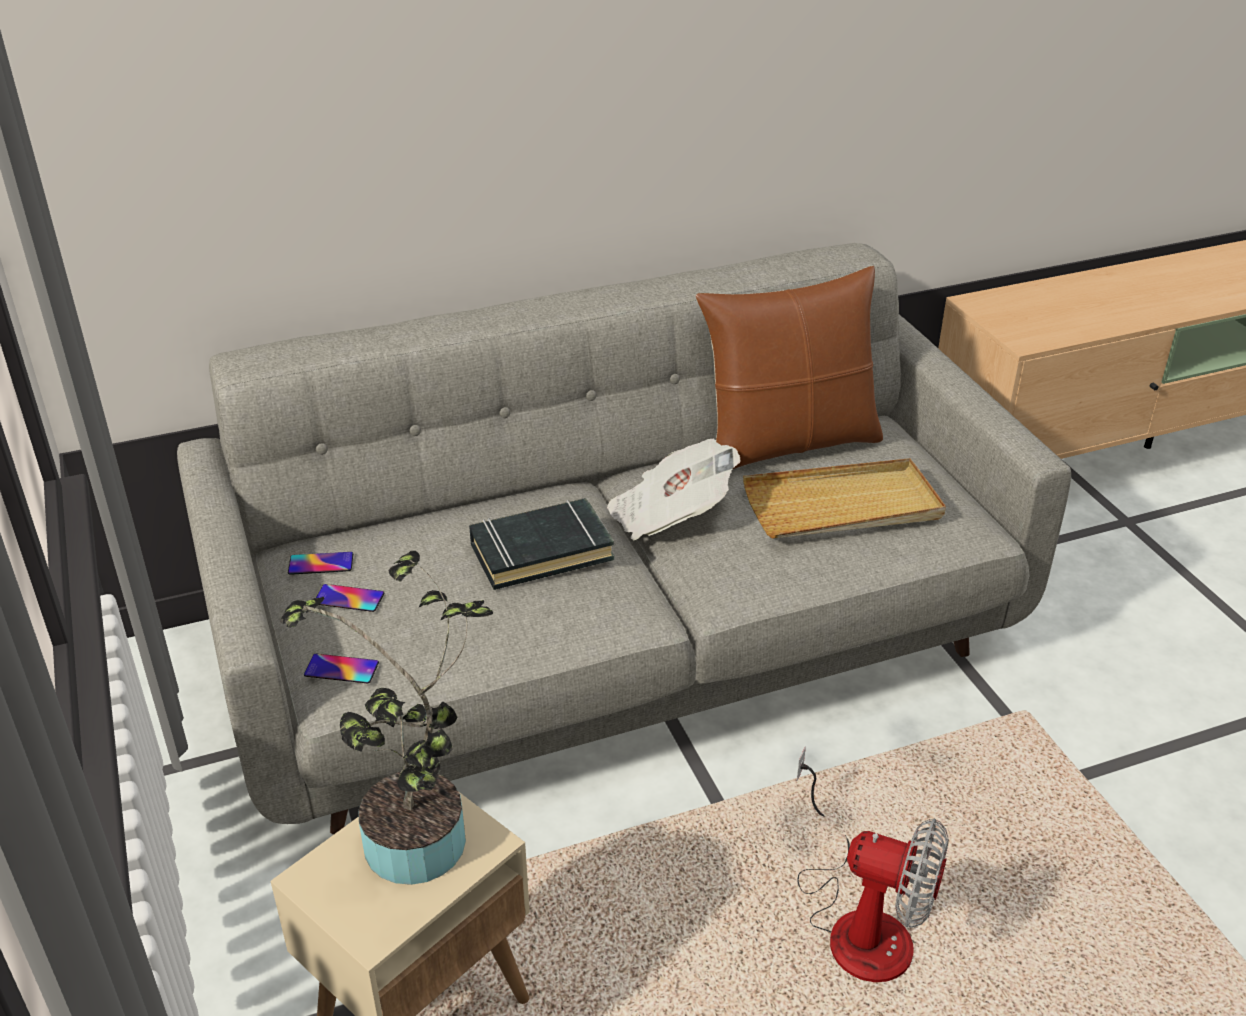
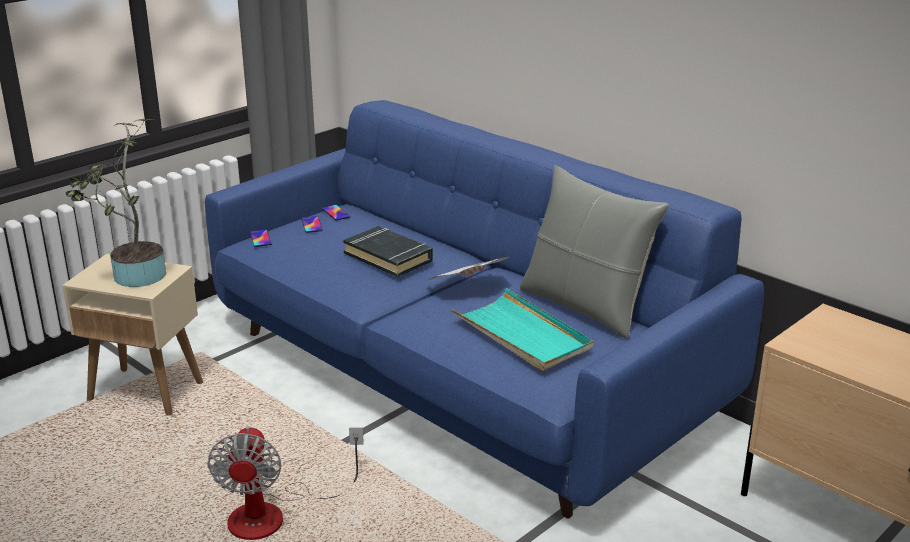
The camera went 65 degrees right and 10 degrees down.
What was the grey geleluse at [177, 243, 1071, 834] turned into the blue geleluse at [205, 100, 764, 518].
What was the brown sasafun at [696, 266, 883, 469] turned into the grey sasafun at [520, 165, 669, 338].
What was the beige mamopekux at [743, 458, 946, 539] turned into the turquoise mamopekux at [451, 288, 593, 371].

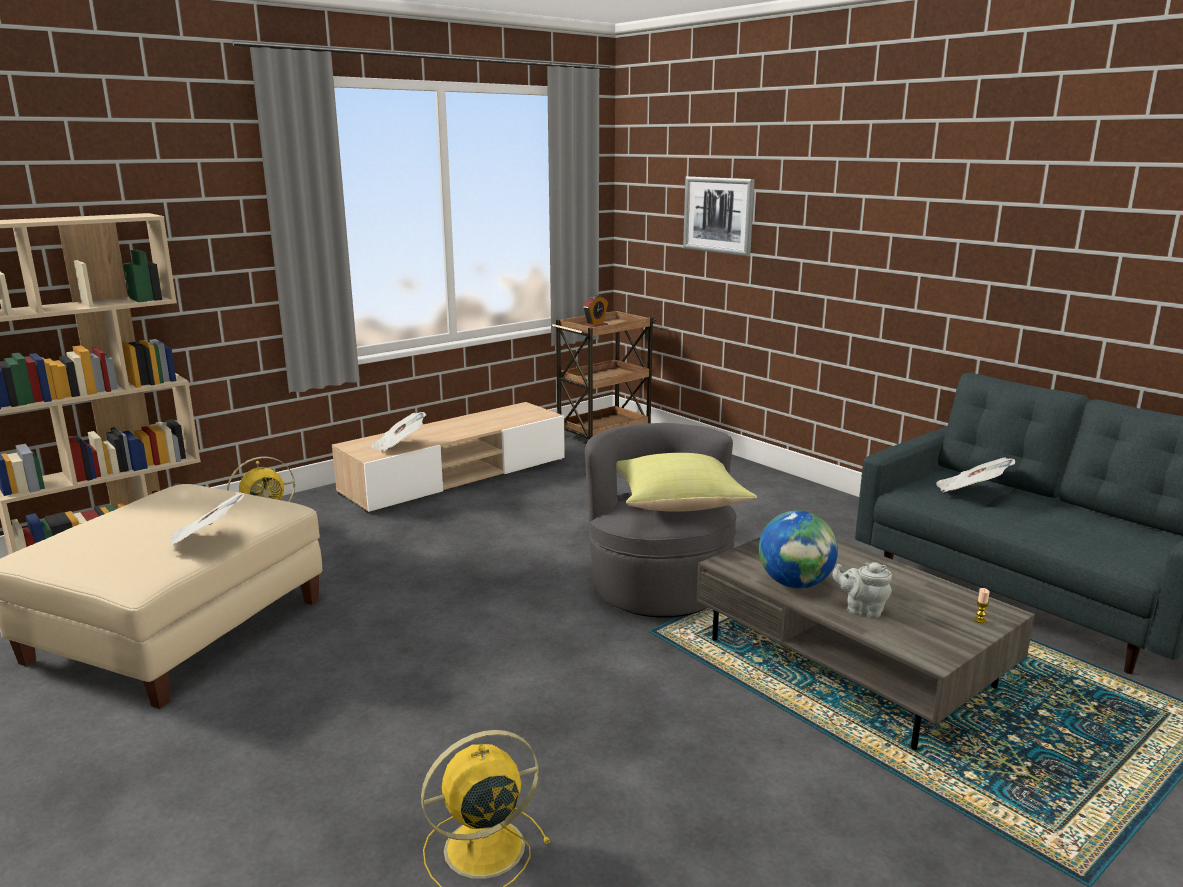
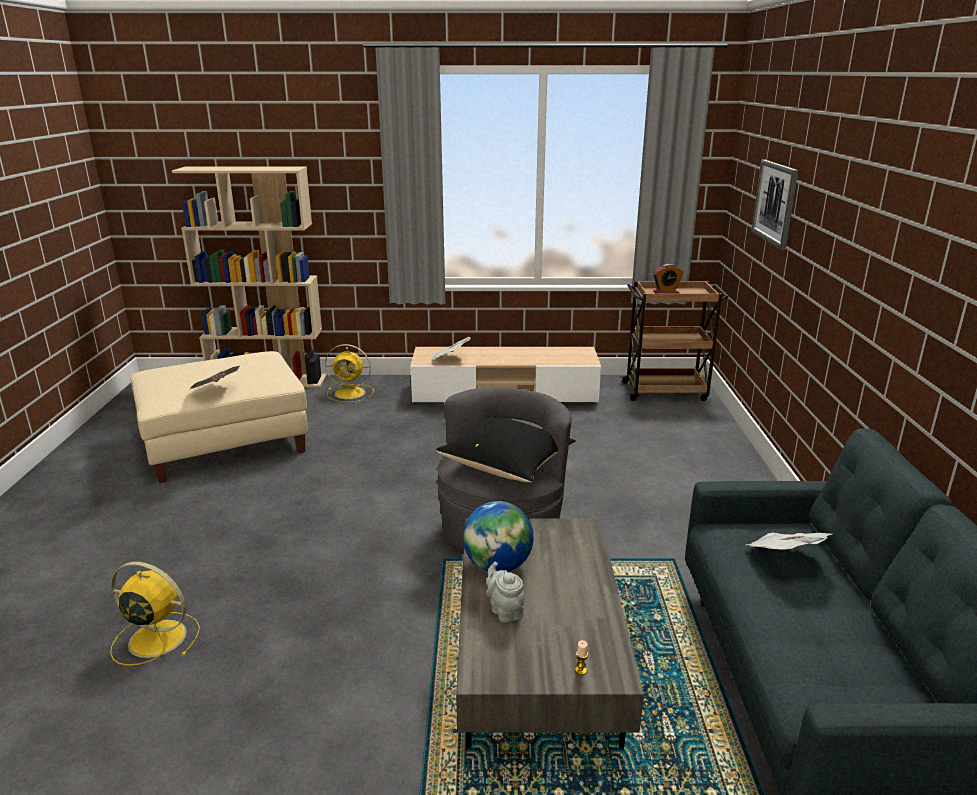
The camera went 40 degrees right and 5 degrees up.
What was the yellow sasafun at [616, 453, 757, 512] turned into the black sasafun at [436, 416, 576, 483].

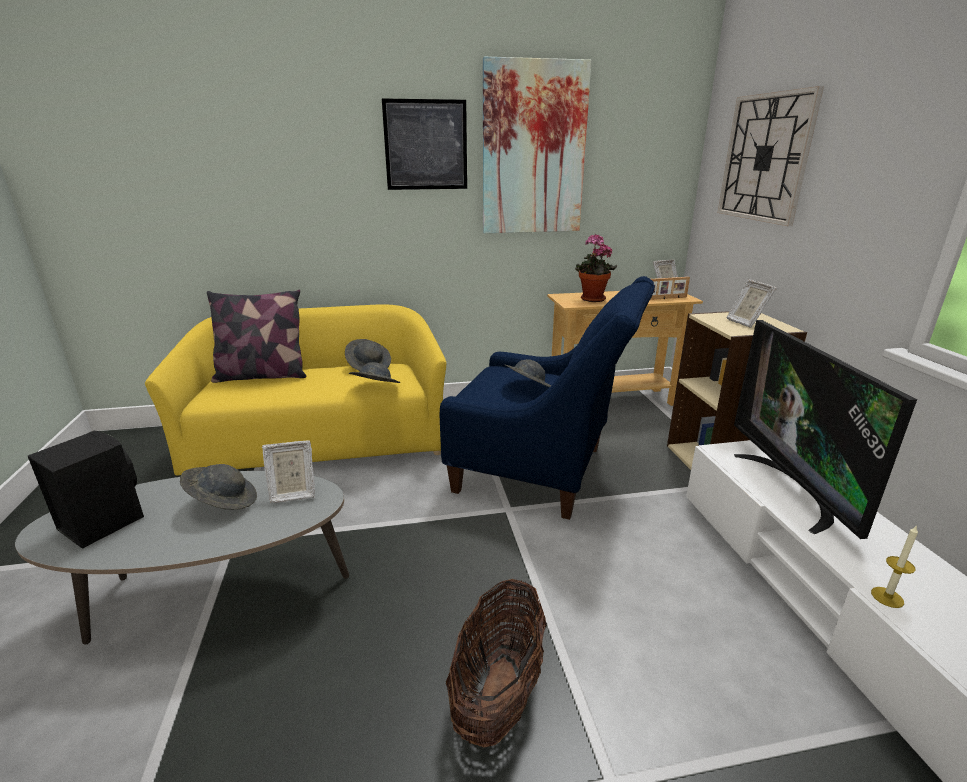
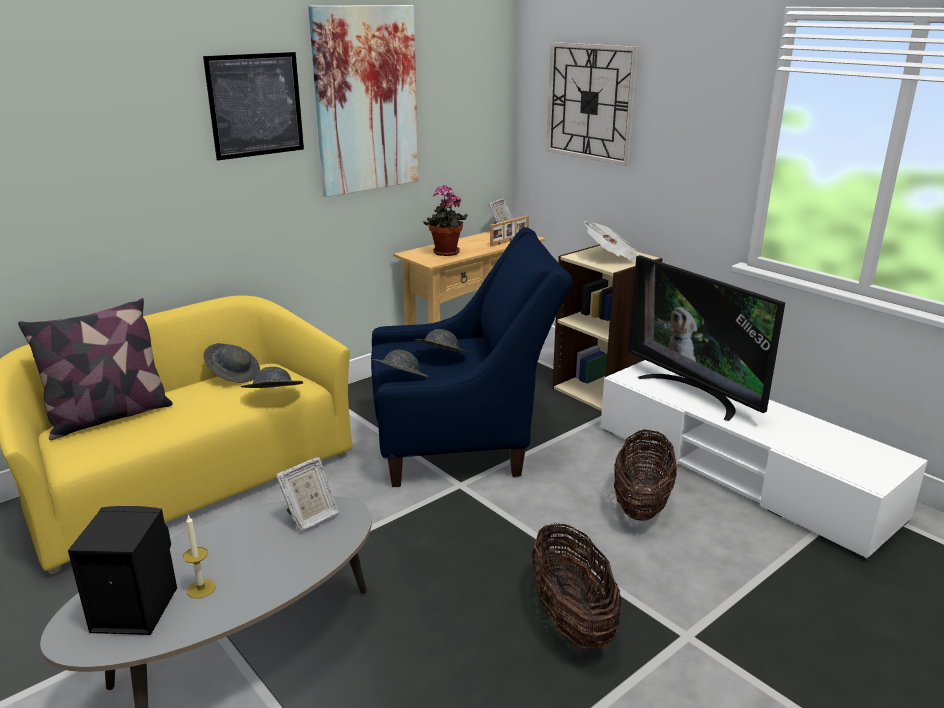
The camera went 30 degrees left and 0 degrees up.
Where the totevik stood at [726, 279, 777, 328], the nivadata came to stand at [584, 221, 637, 262].
The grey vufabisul ended up elsewhere, having gone from [180, 464, 257, 510] to [372, 350, 429, 377].
The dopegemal ended up elsewhere, having gone from [871, 525, 918, 608] to [183, 515, 216, 598].
The second view gained the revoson at [614, 429, 677, 521].

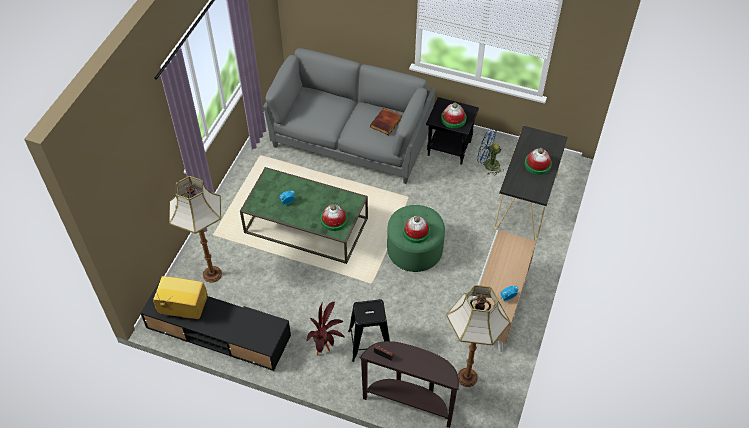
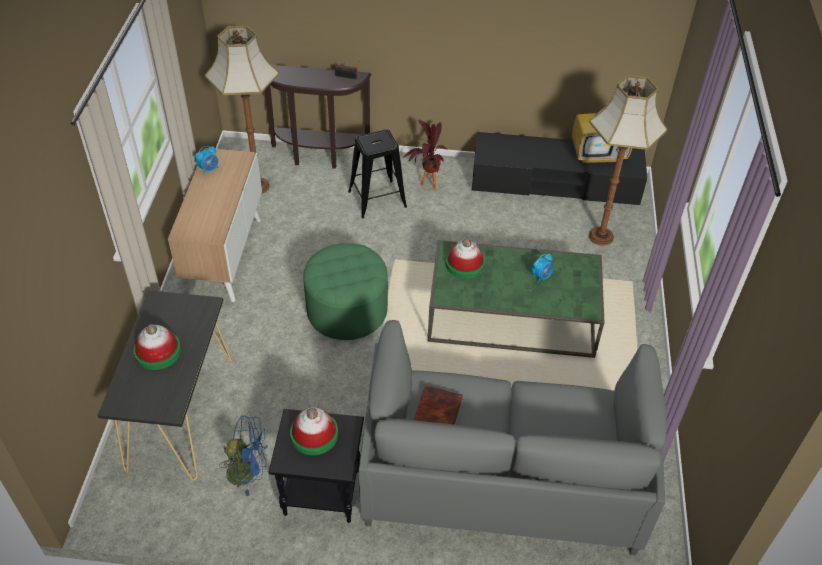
The camera went 165 degrees right and 5 degrees down.
The second view lost the vufabisul at [403, 216, 430, 243].

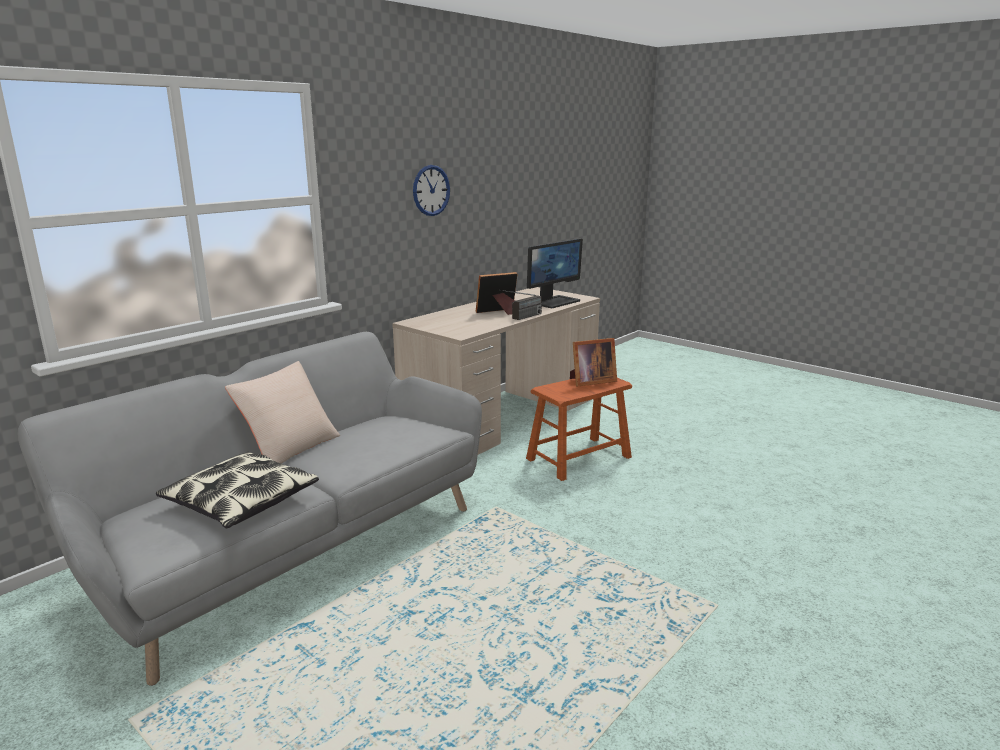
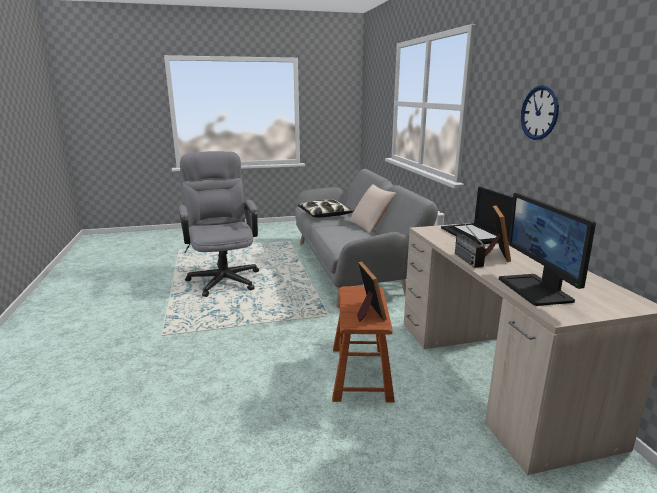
The camera went 125 degrees right and 0 degrees up.
The totevik at [570, 338, 617, 386] ended up facing another way, 150 degrees clockwise from before.
The second view gained the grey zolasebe at [179, 151, 259, 297].
The second view gained the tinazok at [441, 187, 513, 245].

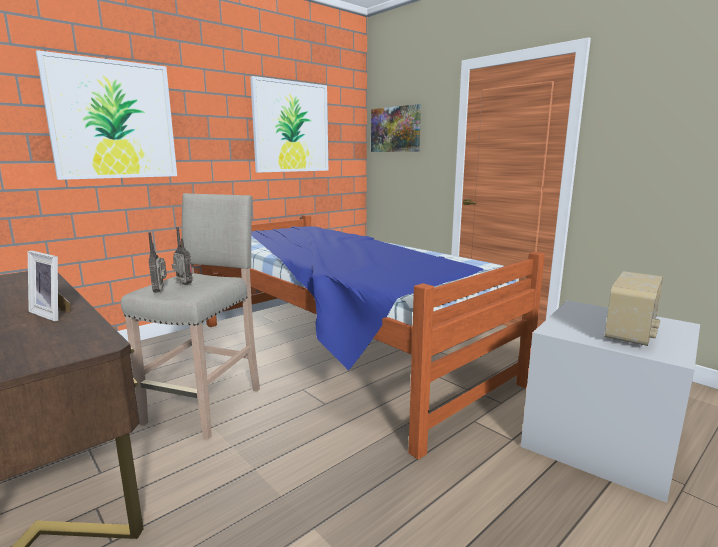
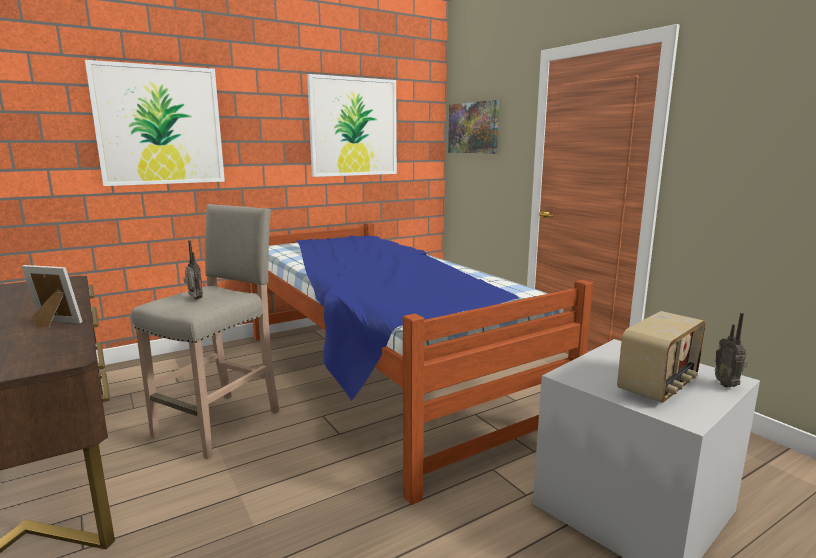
The camera went 10 degrees right and 0 degrees up.
The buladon ended up elsewhere, having gone from [148, 232, 167, 293] to [715, 313, 748, 387].
The totevik at [28, 251, 71, 321] ended up facing another way, 150 degrees clockwise from before.

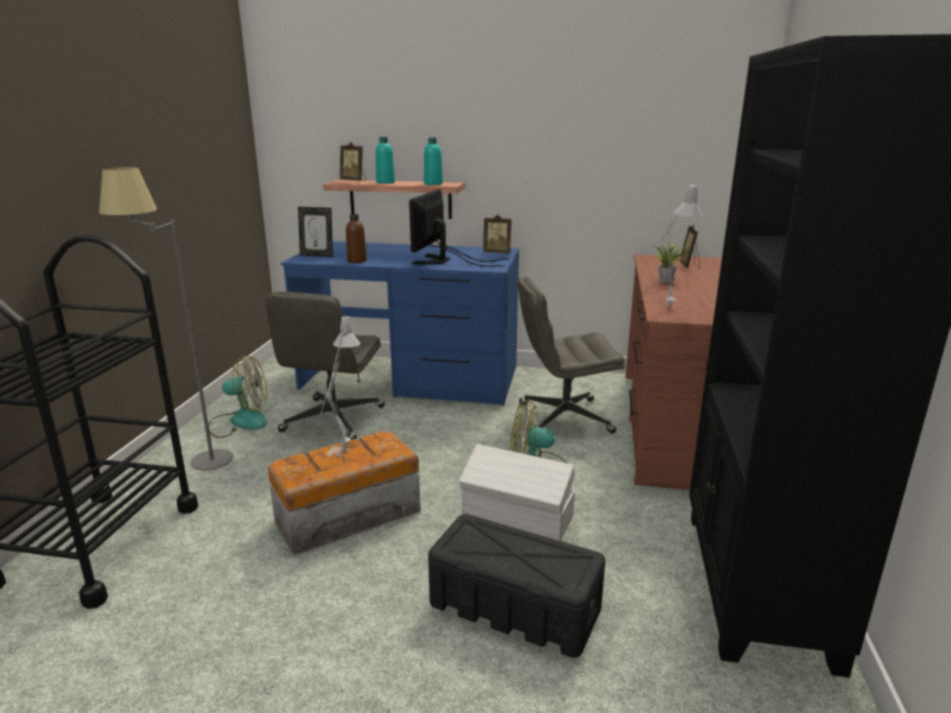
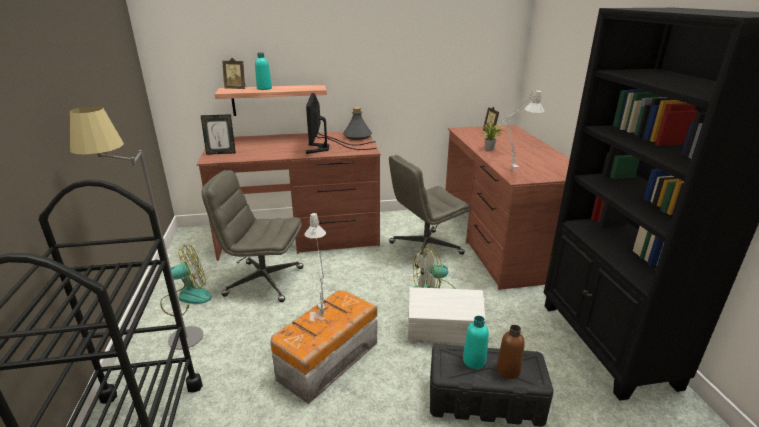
The camera went 20 degrees left and 5 degrees up.
The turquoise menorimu ended up elsewhere, having gone from [424, 138, 443, 185] to [463, 316, 489, 369].
The brown menorimu ended up elsewhere, having gone from [346, 214, 367, 263] to [497, 325, 525, 379].
Where the totevik stood at [483, 214, 511, 253], the grey menorimu came to stand at [343, 107, 372, 140].
What was the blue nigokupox at [281, 241, 519, 406] turned into the brown nigokupox at [197, 131, 381, 261].
The grey zolasebe at [265, 291, 385, 440] ended up facing another way, 105 degrees clockwise from before.

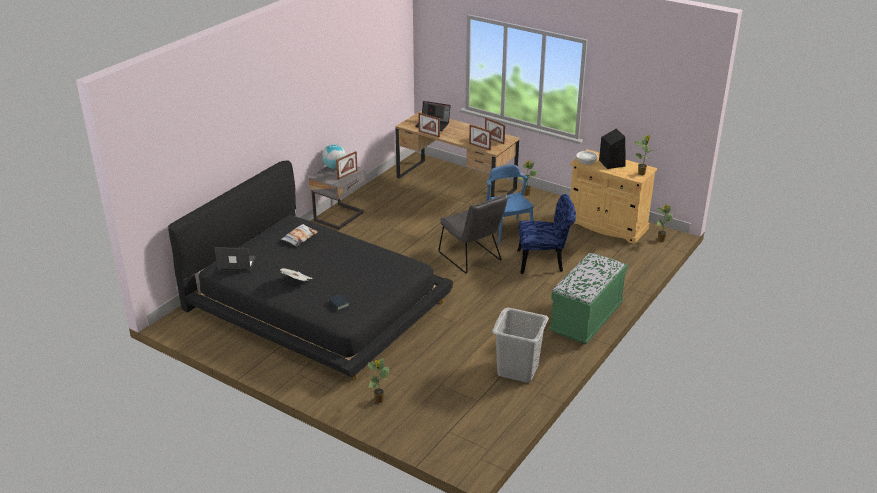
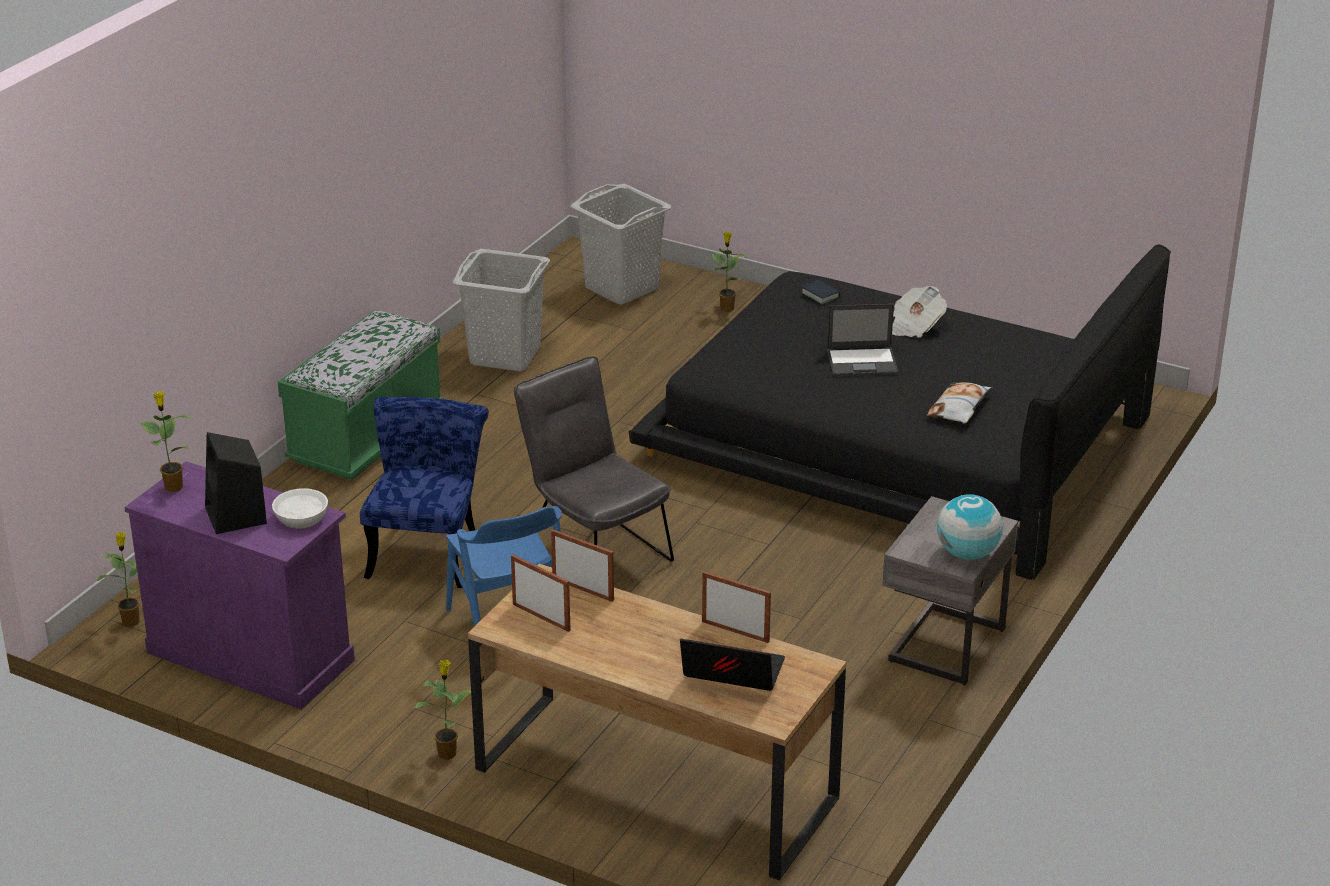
The camera went 175 degrees right and 0 degrees up.
What was the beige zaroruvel at [570, 149, 657, 244] turned into the purple zaroruvel at [124, 461, 355, 710].
The second view lost the totevik at [336, 151, 358, 180].
The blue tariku at [517, 194, 576, 274] ended up facing another way, 105 degrees clockwise from before.
The tinazok ended up elsewhere, having gone from [215, 247, 256, 271] to [827, 304, 898, 377].
The second view gained the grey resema at [571, 184, 671, 305].

